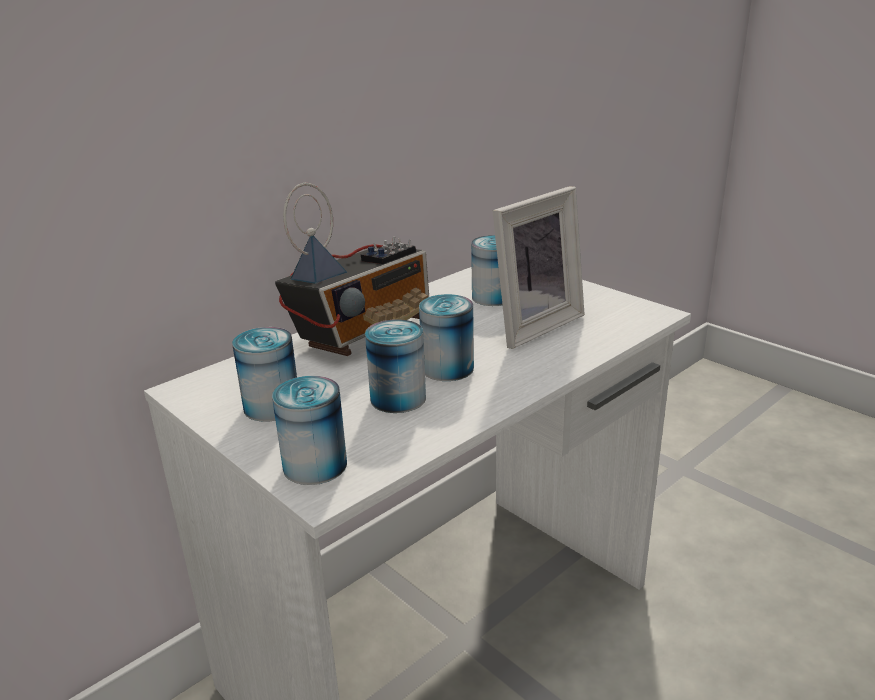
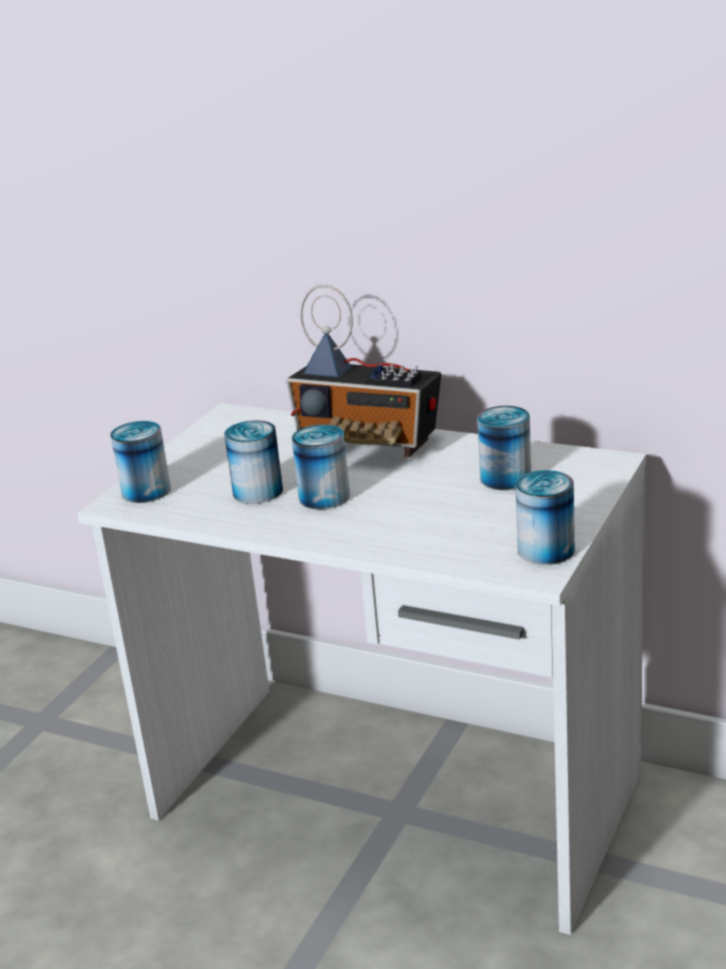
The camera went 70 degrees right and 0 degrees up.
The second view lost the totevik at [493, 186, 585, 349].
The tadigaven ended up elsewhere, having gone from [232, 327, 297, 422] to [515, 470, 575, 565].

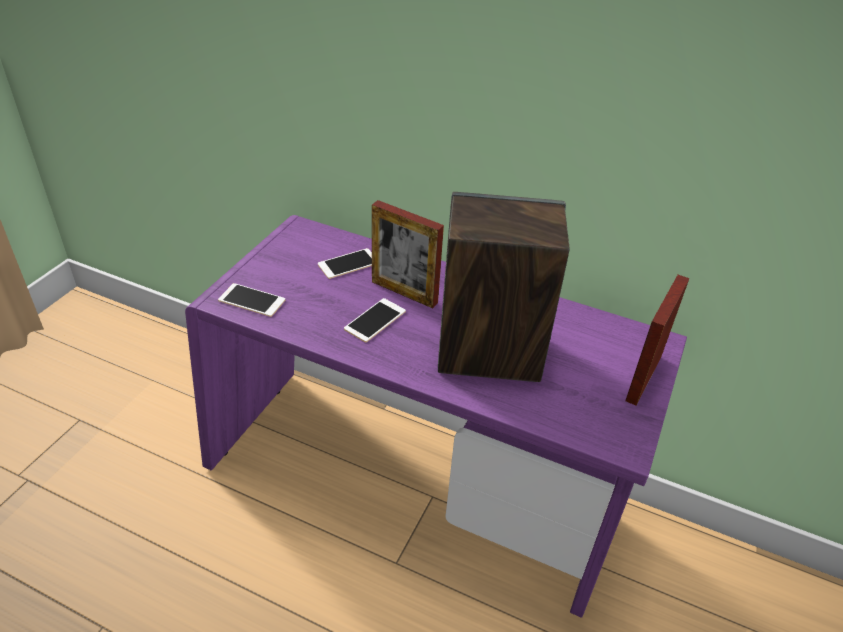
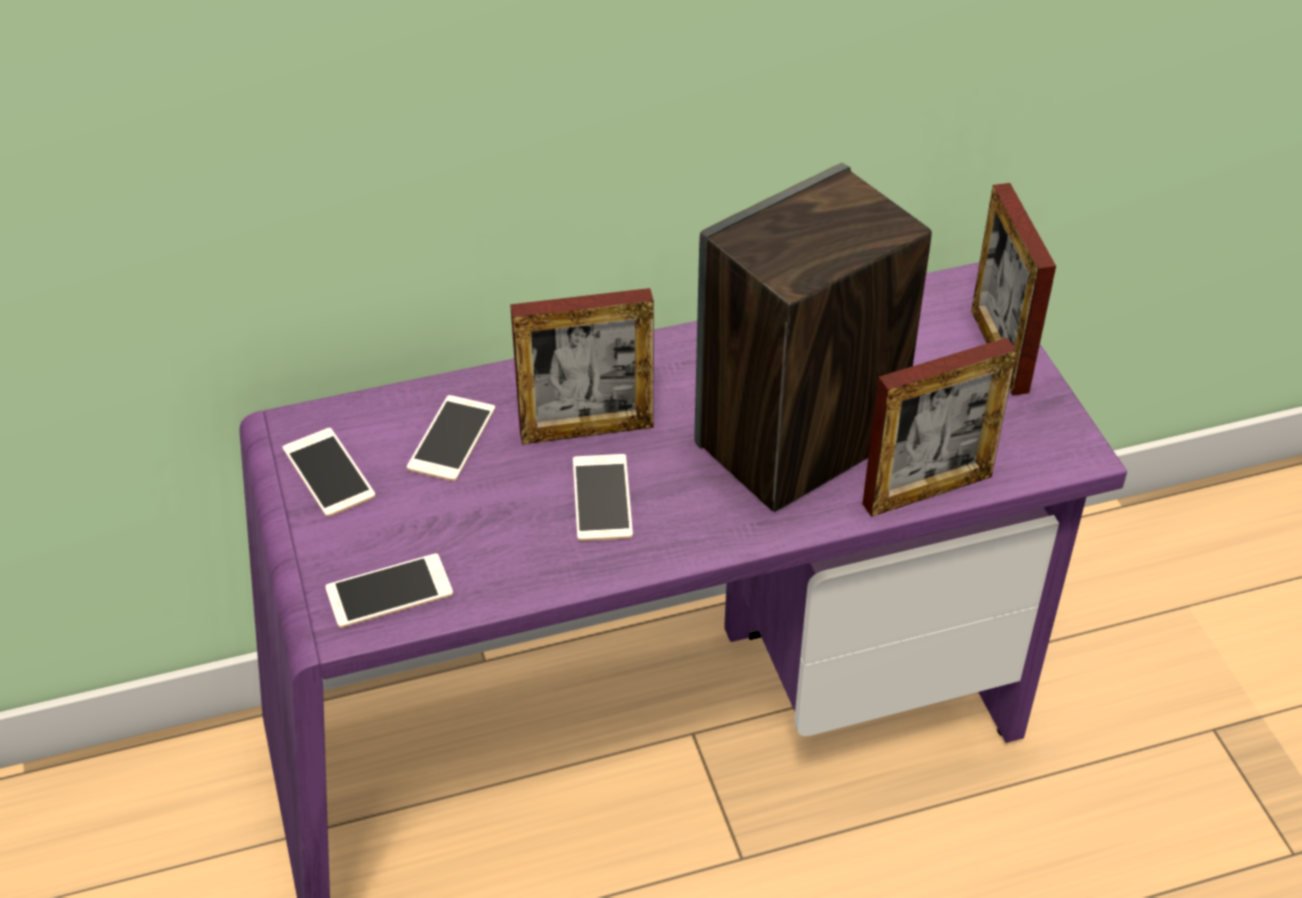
The camera went 40 degrees left and 5 degrees up.
The second view gained the totevik at [862, 338, 1017, 517].
The second view gained the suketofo at [282, 428, 376, 517].

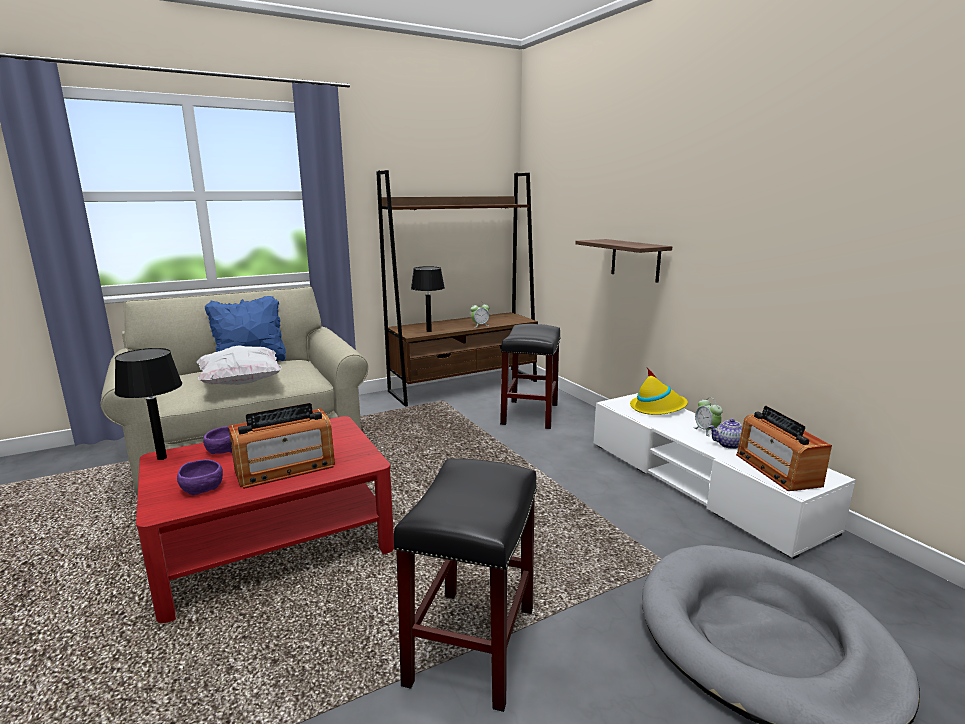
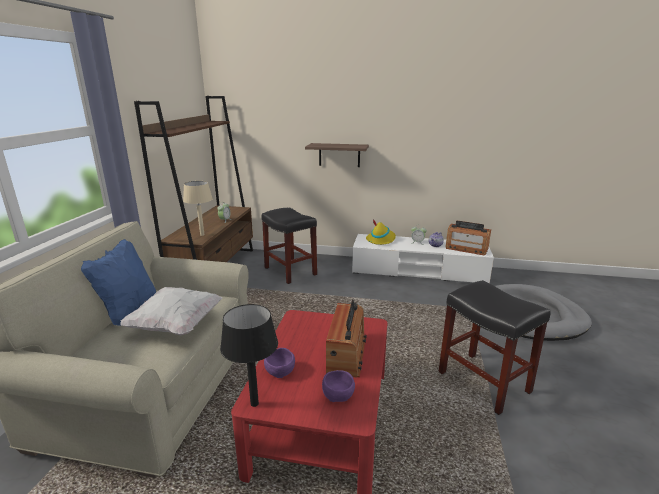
The camera went 50 degrees left and 5 degrees up.
What was the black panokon at [411, 266, 445, 332] turned into the beige panokon at [183, 181, 213, 236].

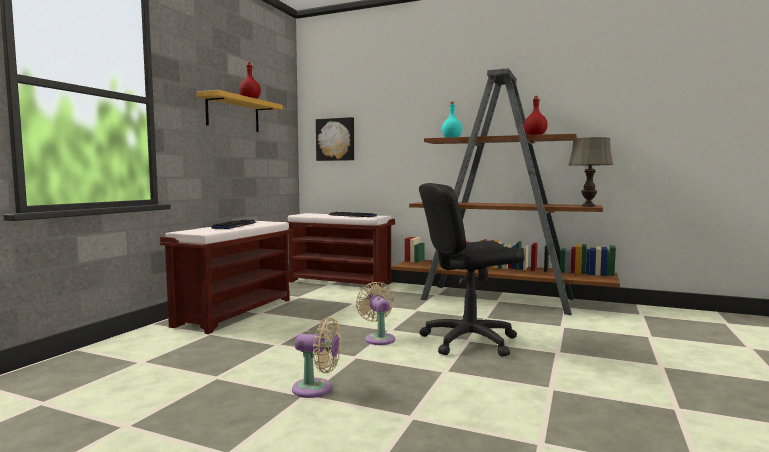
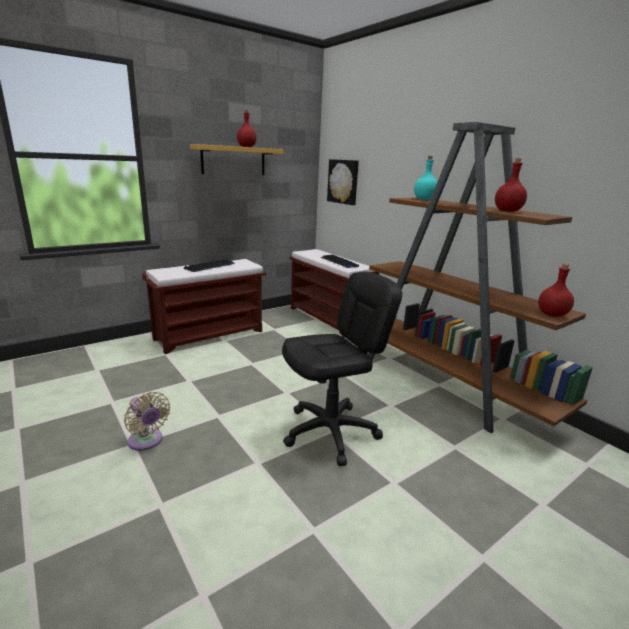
The camera went 30 degrees right and 15 degrees up.
Where the grey panokon stood at [569, 137, 613, 207], the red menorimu came to stand at [538, 263, 574, 317].
The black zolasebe at [419, 183, 524, 357] ended up facing another way, 135 degrees clockwise from before.
The second view lost the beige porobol at [356, 282, 395, 345].

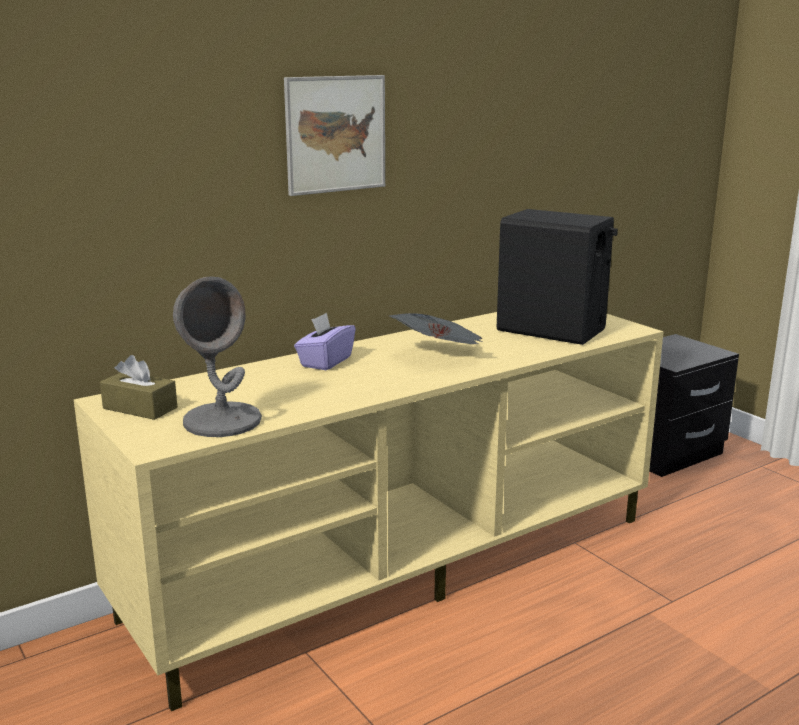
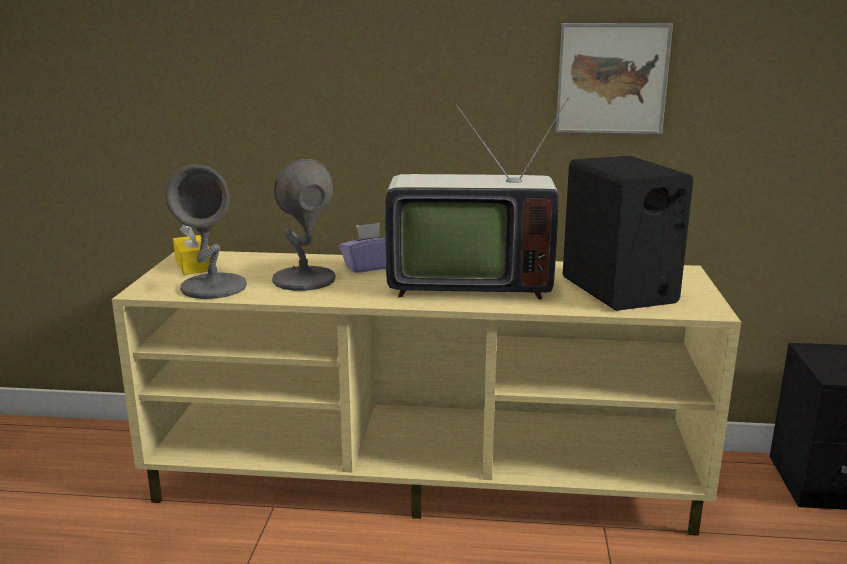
The camera went 40 degrees right and 0 degrees up.
The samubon ended up elsewhere, having gone from [284, 75, 385, 196] to [556, 23, 673, 134].
Where the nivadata stood at [389, 313, 483, 344], the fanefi came to stand at [385, 98, 569, 299].
What was the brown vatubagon at [100, 355, 177, 420] turned into the yellow vatubagon at [173, 224, 210, 275].
The second view gained the grey panokon at [272, 159, 336, 291].

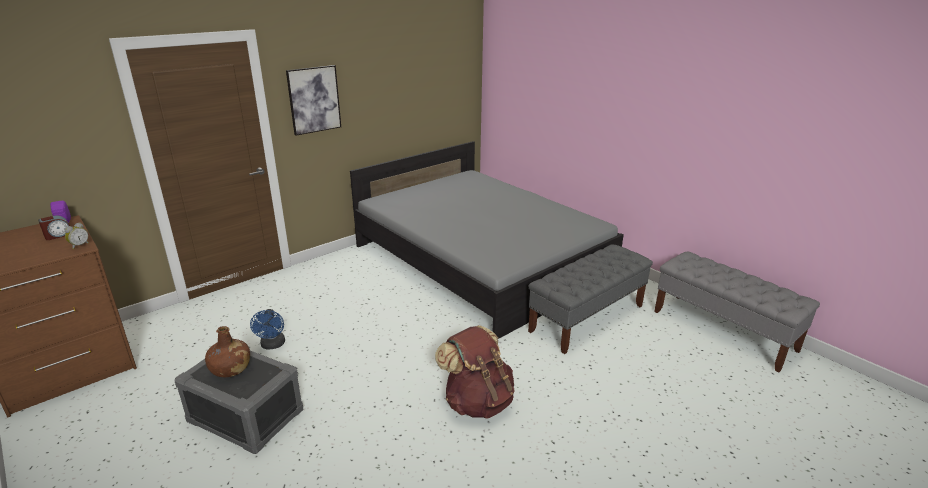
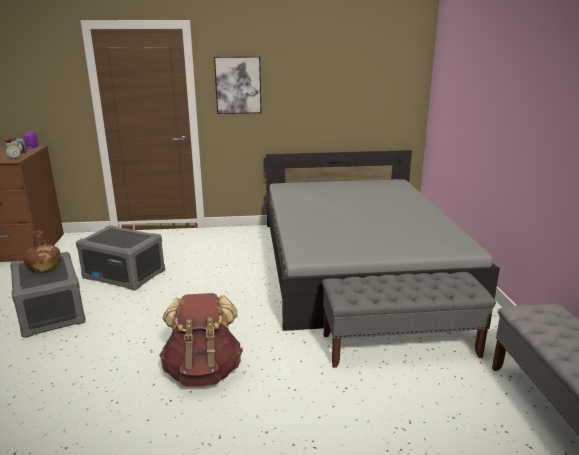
The camera went 35 degrees right and 5 degrees down.
Where the blue porobol stood at [250, 309, 285, 349], the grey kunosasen came to stand at [76, 225, 165, 290].

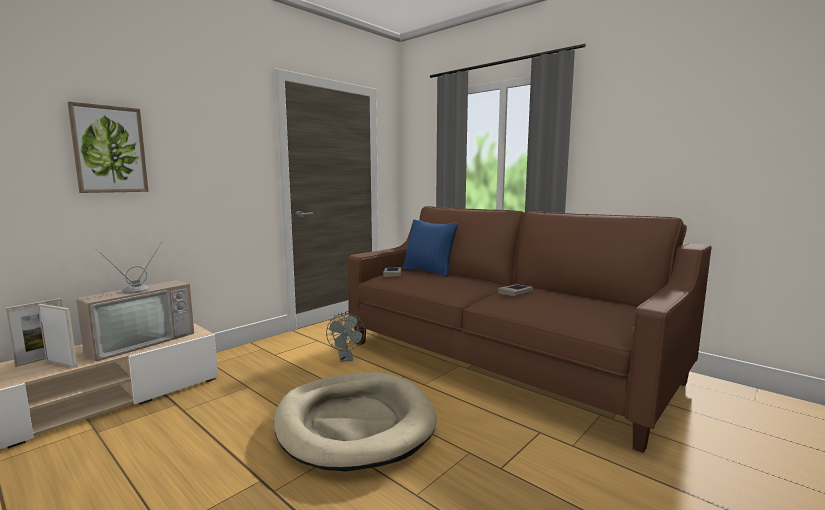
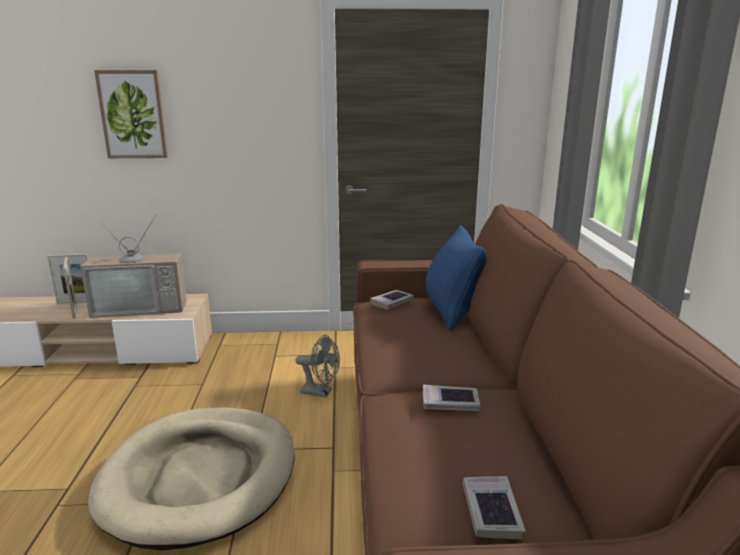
The camera went 45 degrees right and 10 degrees up.
The grey porobol at [326, 313, 365, 362] ended up facing another way, 105 degrees counterclockwise from before.
The second view gained the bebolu at [463, 476, 526, 540].

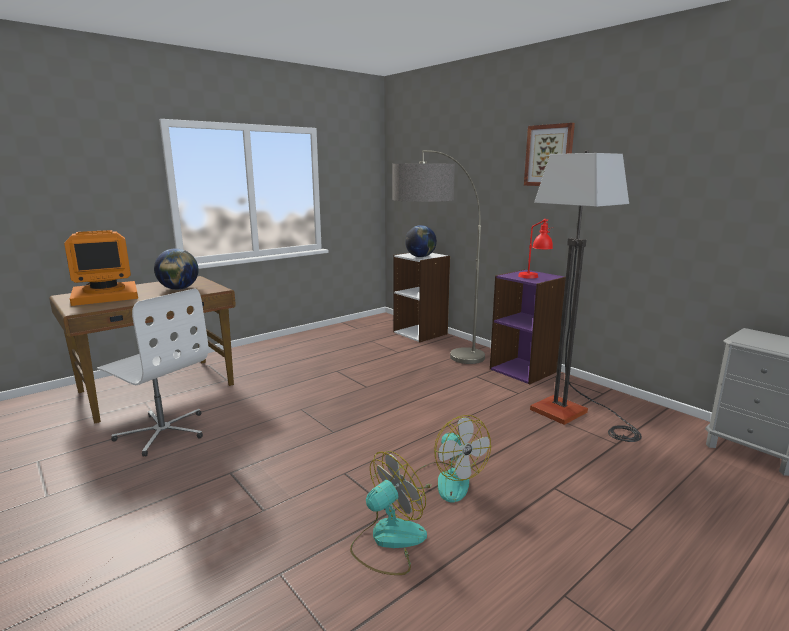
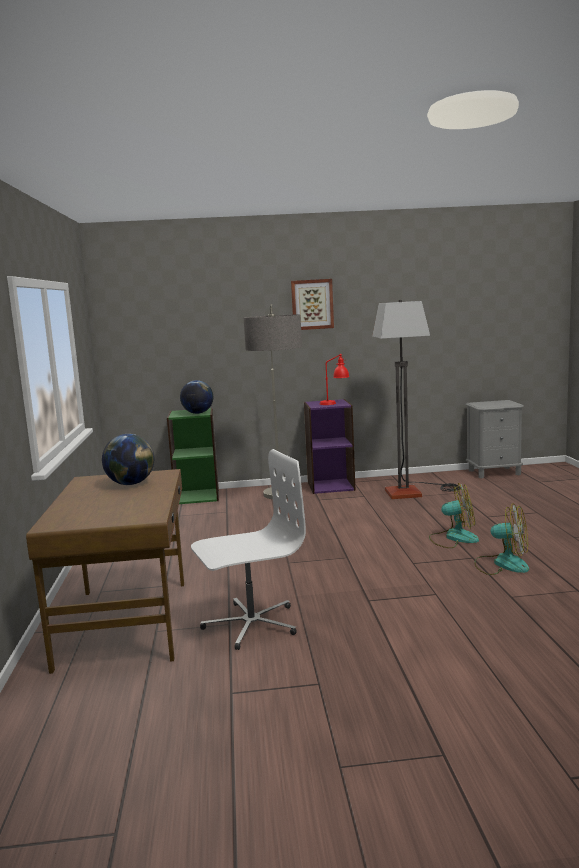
The camera went 55 degrees left and 5 degrees down.
The second view lost the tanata at [64, 230, 138, 306].
What was the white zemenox at [393, 253, 450, 342] turned into the green zemenox at [167, 408, 219, 504].
The porobol at [350, 451, 427, 575] ended up facing another way, 120 degrees clockwise from before.

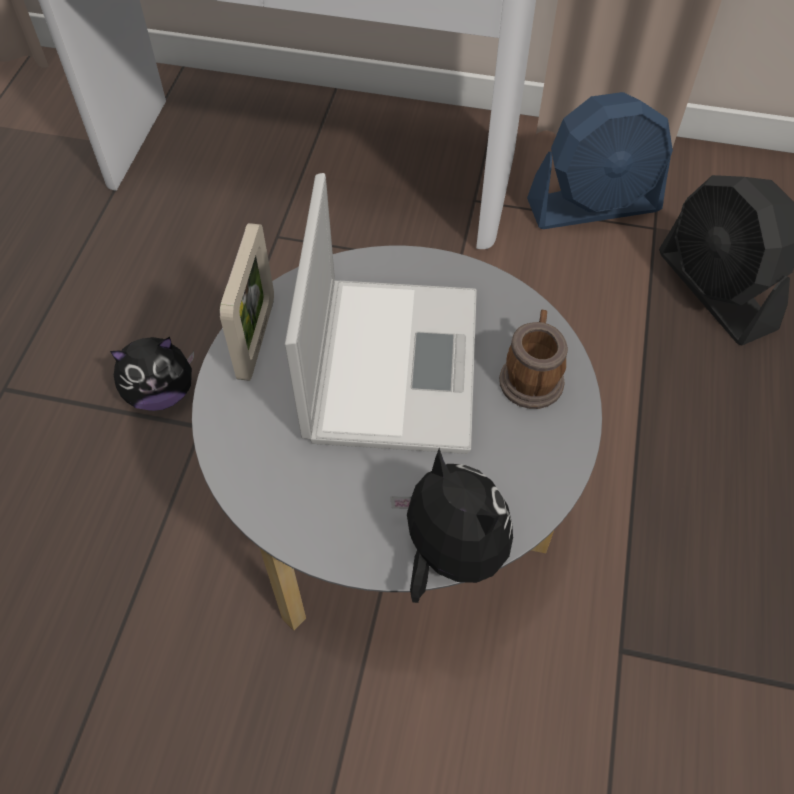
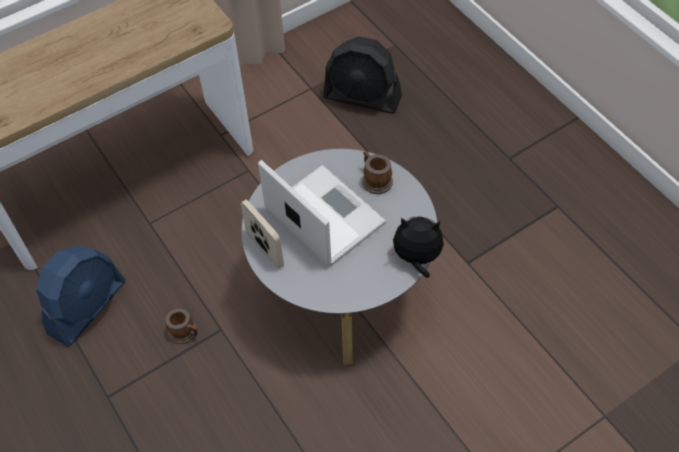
The camera went 45 degrees left and 0 degrees up.
The blue porobol ended up elsewhere, having gone from [527, 92, 673, 229] to [36, 246, 125, 347].
Where the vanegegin stood at [110, 337, 194, 411], the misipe came to stand at [165, 309, 198, 344].

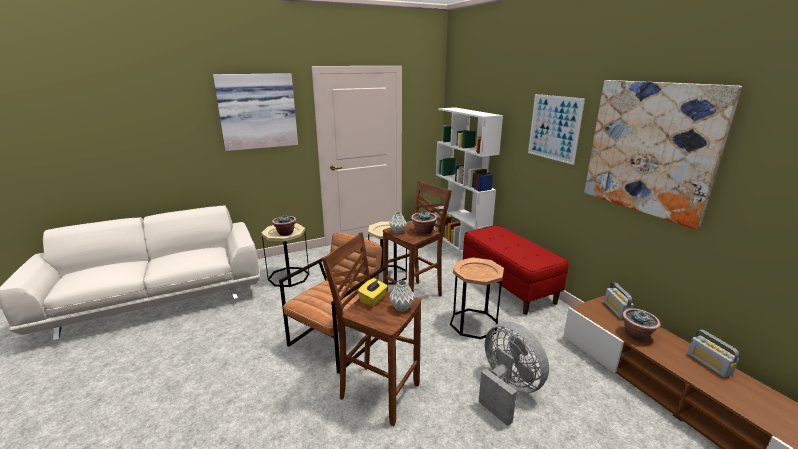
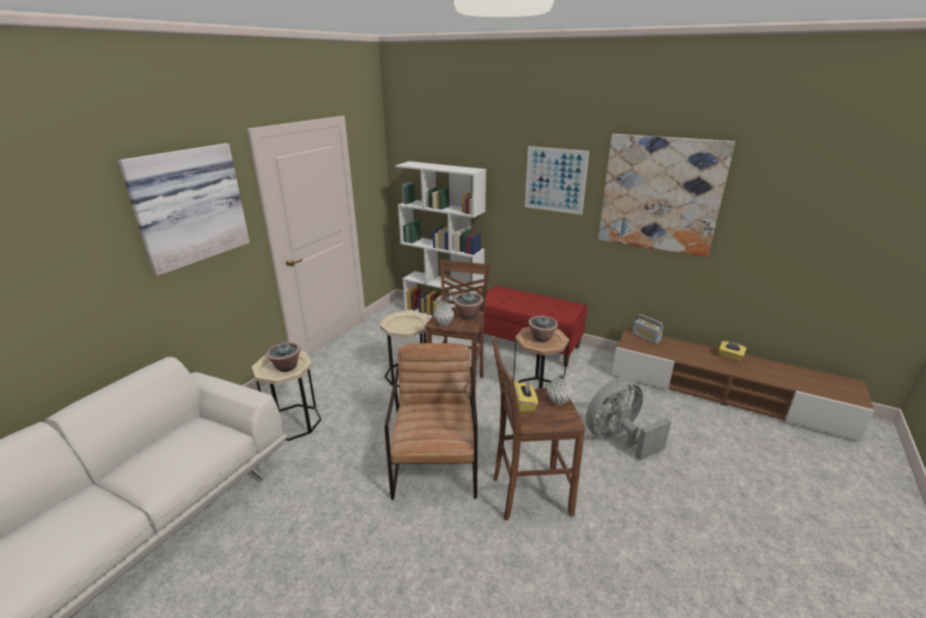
The camera went 35 degrees left and 5 degrees up.
The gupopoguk ended up elsewhere, having gone from [622, 308, 661, 341] to [528, 316, 558, 342].
The grey porobol at [478, 322, 549, 426] ended up facing another way, 45 degrees counterclockwise from before.
Where the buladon stood at [687, 330, 739, 378], the yellow vatubagon came to stand at [719, 341, 746, 362].

